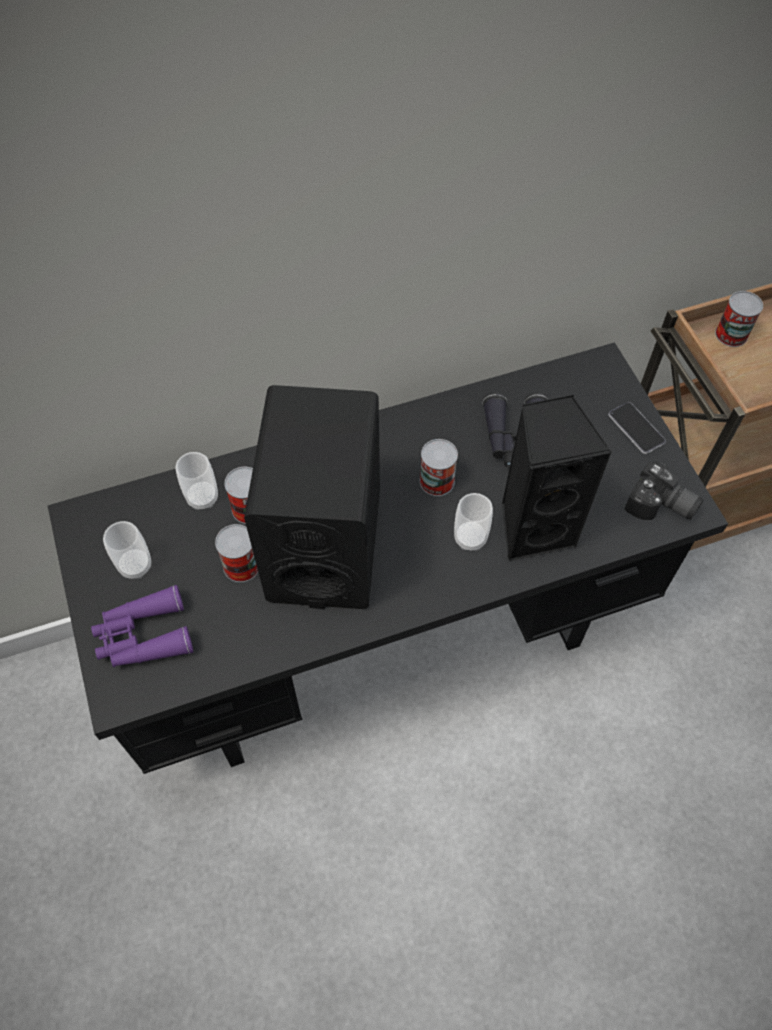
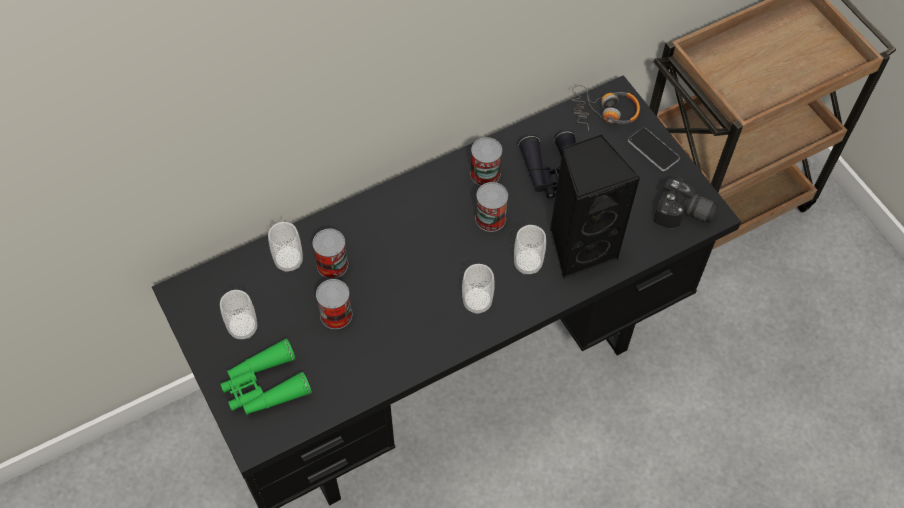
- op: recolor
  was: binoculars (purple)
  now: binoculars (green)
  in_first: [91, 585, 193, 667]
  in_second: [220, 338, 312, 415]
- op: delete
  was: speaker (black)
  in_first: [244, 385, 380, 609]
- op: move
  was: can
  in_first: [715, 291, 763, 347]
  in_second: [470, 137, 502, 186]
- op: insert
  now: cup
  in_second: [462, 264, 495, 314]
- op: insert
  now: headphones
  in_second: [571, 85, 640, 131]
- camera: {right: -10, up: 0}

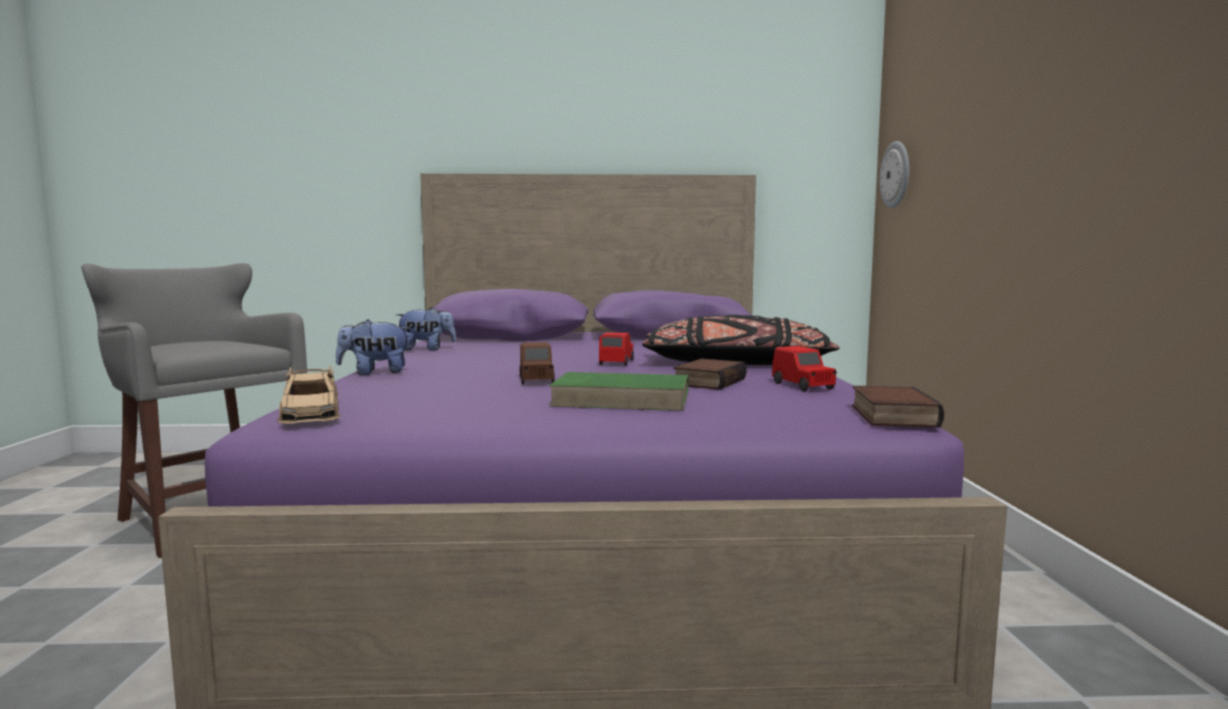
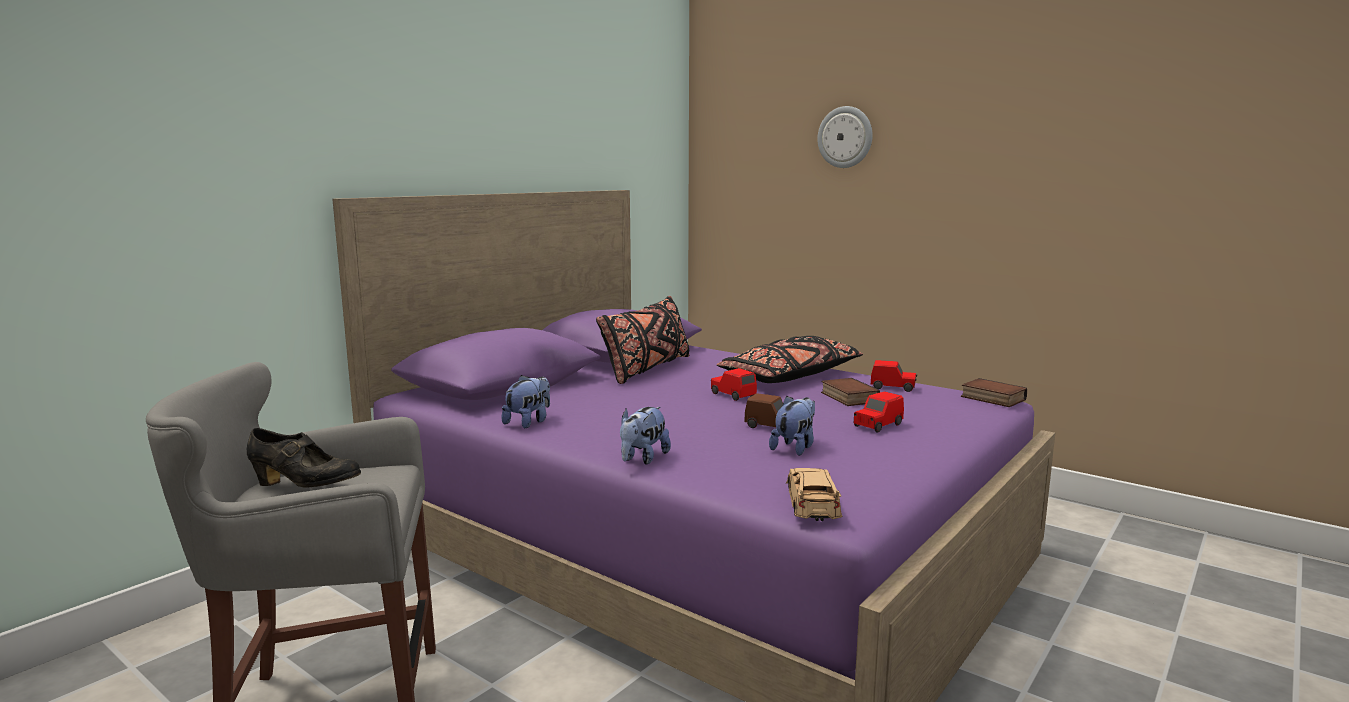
- op: rotate
  was: toy car (beige)
  in_first: [277, 365, 341, 424]
  in_second: [786, 468, 842, 521]
  clockwise: -105
- op: replace
  was: book (green)
  now: toy car (red)
  in_first: [549, 372, 688, 411]
  in_second: [854, 392, 904, 433]
- op: move
  was: wall clock
  in_first: [879, 141, 909, 208]
  in_second: [817, 106, 873, 168]
- op: insert
  now: shoe (black)
  in_second: [247, 428, 361, 487]
- op: insert
  now: pillow (black)
  in_second: [596, 296, 689, 384]
- op: insert
  now: plush toy
  in_second: [769, 396, 815, 456]
- camera: {right: -50, up: 5}

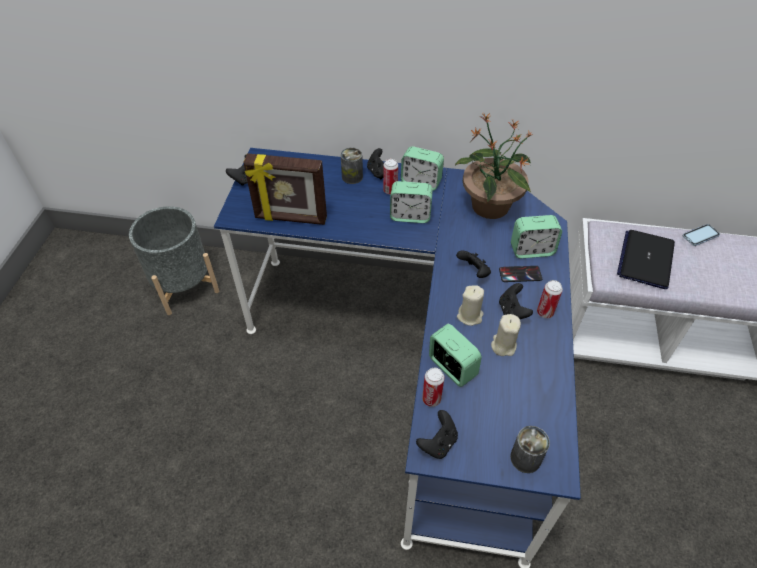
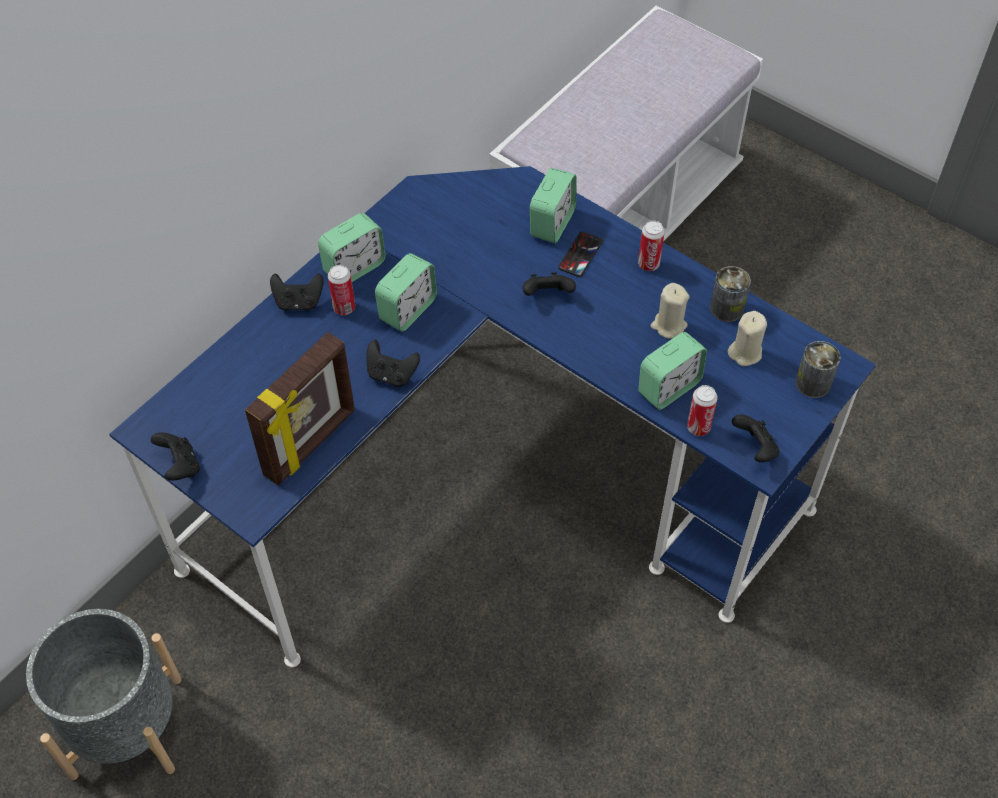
- op: move
  was: can
  in_first: [341, 148, 363, 184]
  in_second: [710, 266, 751, 322]
- op: rotate
  was: alarm clock
  in_first: [429, 324, 482, 387]
  in_second: [638, 332, 707, 410]
  clockwise: 150
- op: delete
  was: potted plant
  in_first: [455, 113, 533, 219]
- op: move
  was: candle (beige)
  in_first: [457, 285, 484, 326]
  in_second: [728, 311, 767, 366]
- op: move
  was: game controller (black)
  in_first: [499, 283, 533, 319]
  in_second: [366, 340, 420, 387]
- op: delete
  was: laptop
  in_first: [617, 230, 675, 289]
- op: delete
  was: phone
  in_first: [683, 224, 720, 246]
- camera: {right: -60, up: 5}

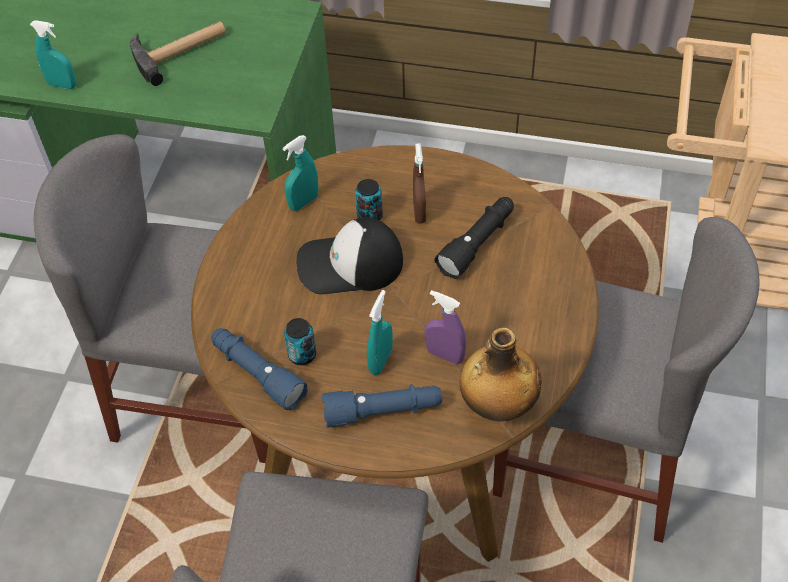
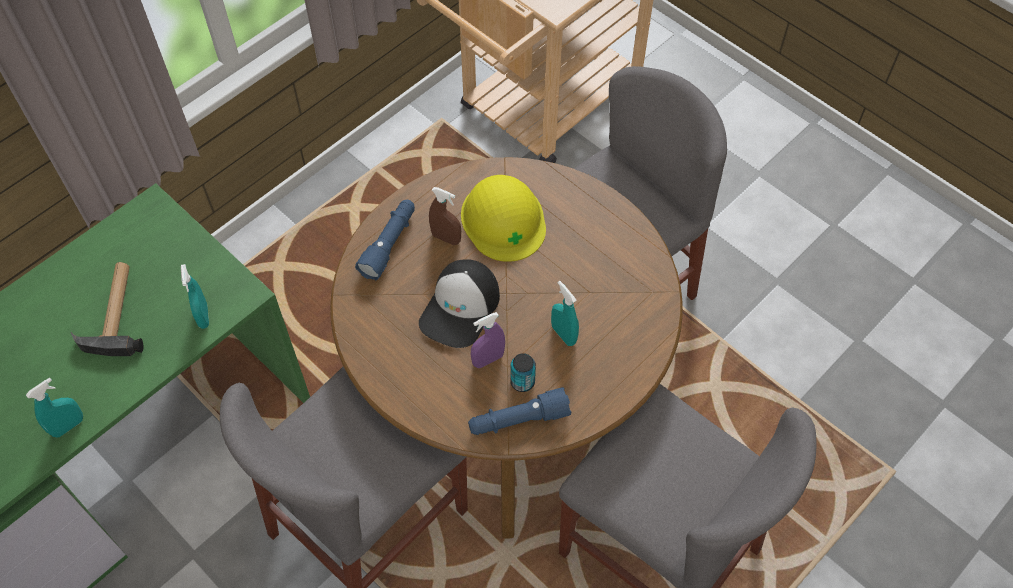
- op: move
  was: spray bottle (turquoise)
  in_first: [283, 135, 318, 211]
  in_second: [181, 264, 209, 329]
- op: move
  was: flashlight (blue)
  in_first: [322, 384, 442, 427]
  in_second: [355, 200, 415, 281]
- op: delete
  was: can
  in_first: [355, 179, 383, 220]
- op: move
  was: spray bottle (purple)
  in_first: [425, 290, 466, 364]
  in_second: [471, 312, 505, 368]
- op: replace
  was: flashlight (black)
  now: hard hat (yellow)
  in_first: [434, 197, 514, 279]
  in_second: [461, 175, 546, 262]
- op: delete
  was: bottle
  in_first: [459, 328, 542, 422]
- camera: {right: -60, up: 5}

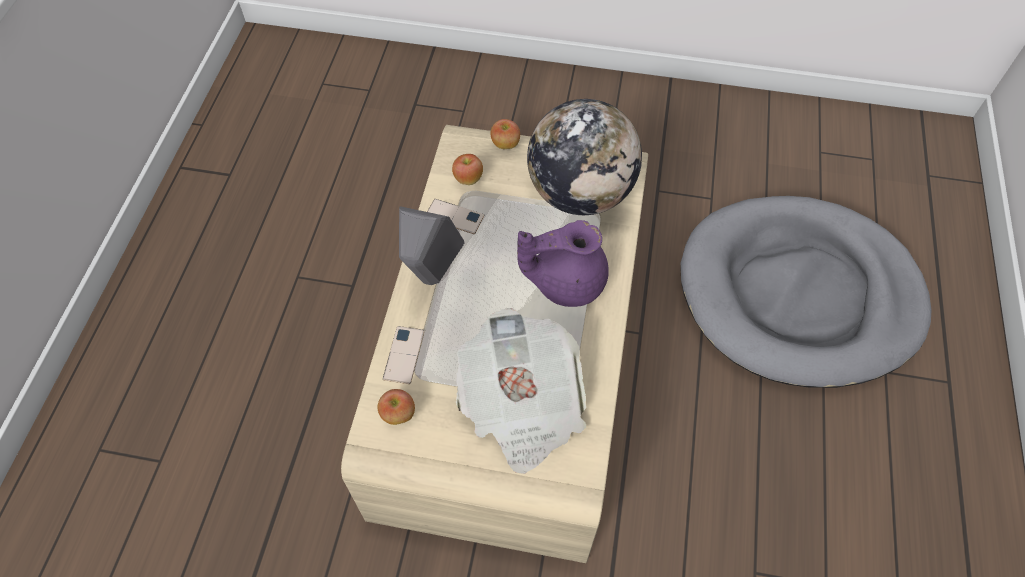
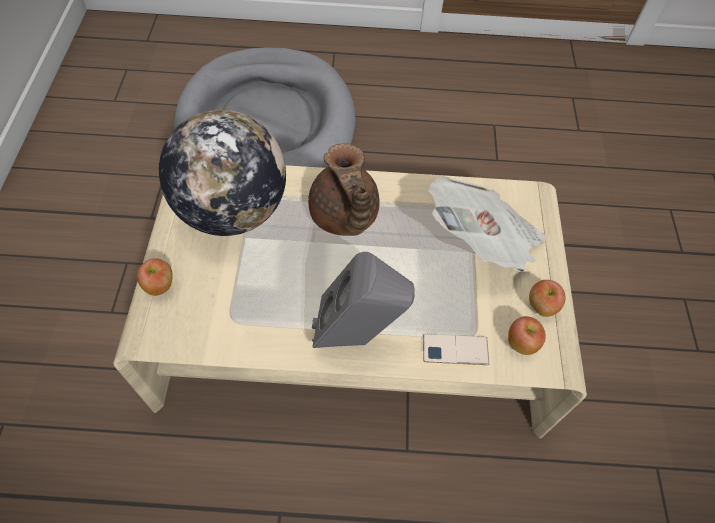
- op: delete
  was: phone
  in_first: [427, 199, 484, 234]
- op: move
  was: apple
  in_first: [452, 154, 483, 185]
  in_second: [529, 280, 565, 317]
- op: recolor
  was: teapot (purple)
  now: teapot (brown)
  in_first: [517, 220, 609, 307]
  in_second: [308, 144, 380, 236]
- camera: {right: -100, up: 0}

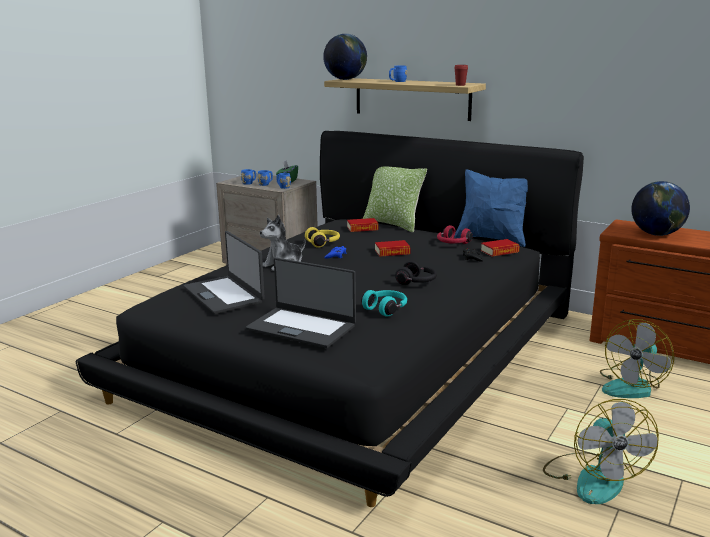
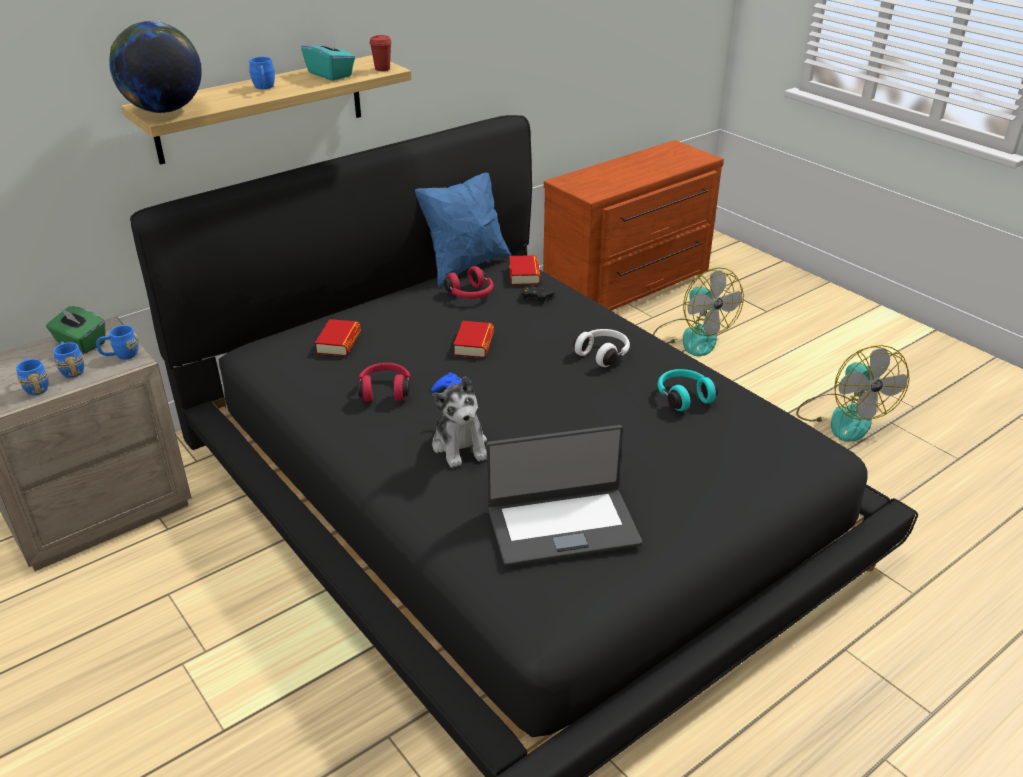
- op: delete
  was: laptop
  in_first: [246, 258, 356, 348]
- op: recolor
  was: headphones (yellow)
  now: headphones (red)
  in_first: [305, 227, 340, 248]
  in_second: [357, 363, 411, 402]
- op: delete
  was: pillow
  in_first: [363, 166, 427, 232]
- op: recolor
  was: headphones (black)
  now: headphones (white)
  in_first: [395, 260, 437, 285]
  in_second: [573, 329, 630, 367]
- op: rotate
  was: fan
  in_first: [543, 399, 659, 504]
  in_second: [796, 345, 909, 442]
  clockwise: 60
- op: delete
  was: globe
  in_first: [631, 181, 690, 236]
- op: insert
  now: tissue box (turquoise)
  in_second: [301, 32, 355, 81]
- camera: {right: -70, up: 15}

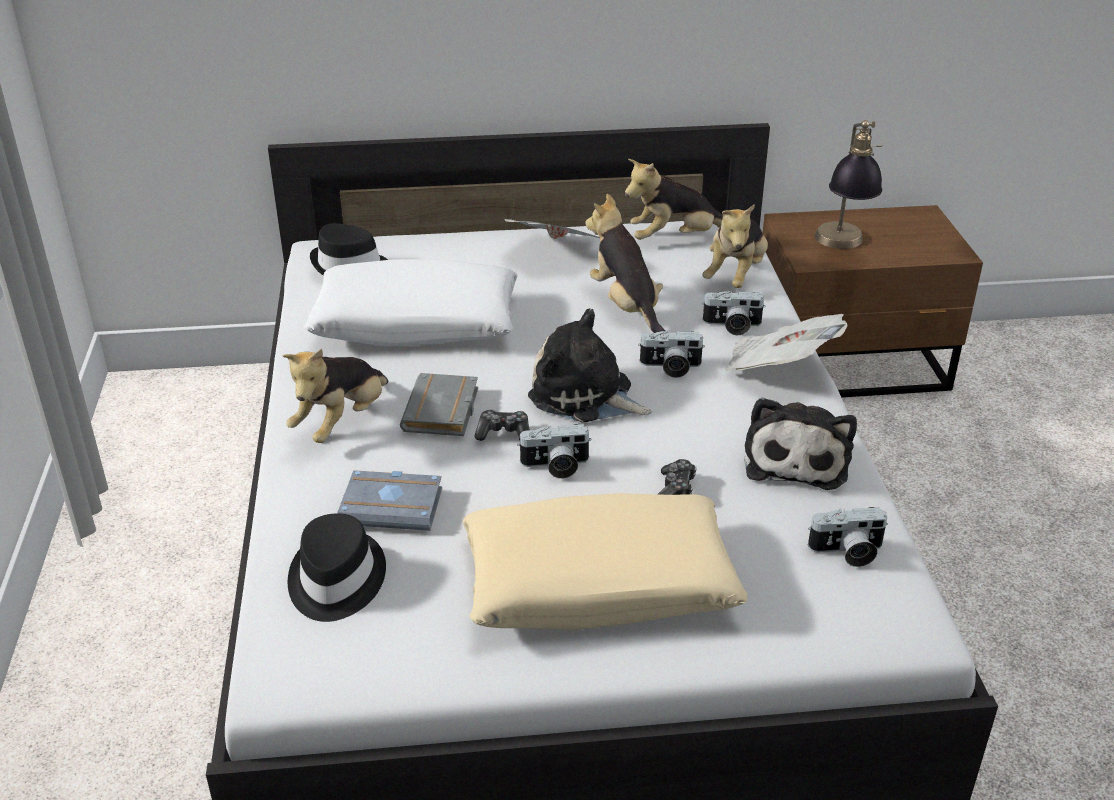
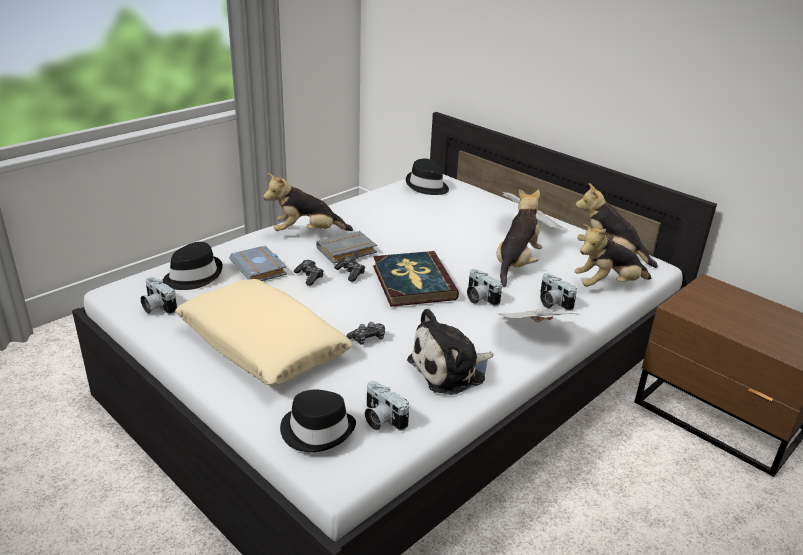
- op: delete
  was: pillow (white)
  in_first: [304, 259, 517, 347]
- op: move
  was: photo camera
  in_first: [517, 424, 592, 478]
  in_second: [141, 277, 177, 314]
- op: replace
  was: plush toy
  now: book
  in_first: [528, 309, 652, 423]
  in_second: [373, 251, 459, 307]
- op: delete
  was: table lamp
  in_first: [815, 120, 882, 249]
- op: insert
  now: hat (black)
  in_second: [280, 390, 356, 452]
- op: insert
  now: game controller
  in_second: [294, 260, 324, 286]
- camera: {right: 50, up: -5}

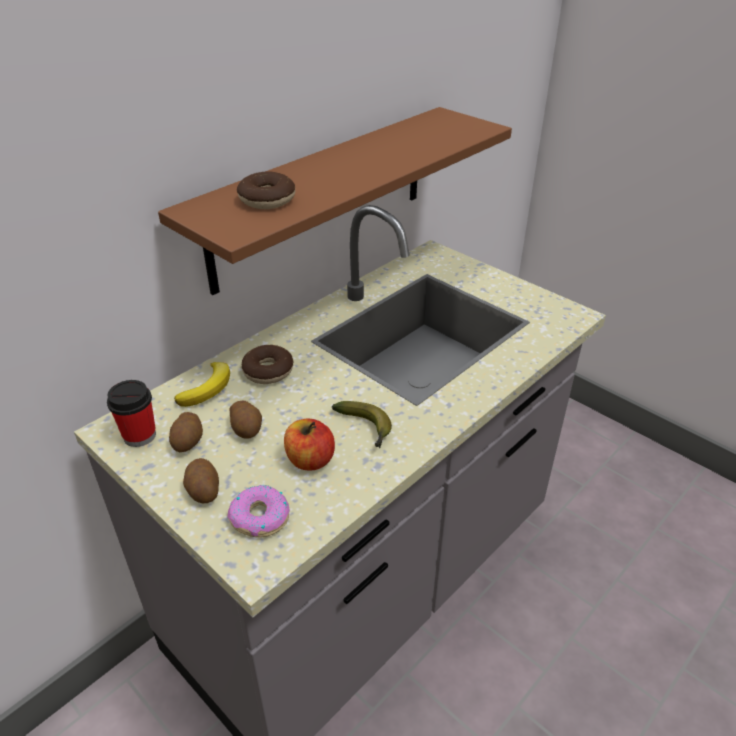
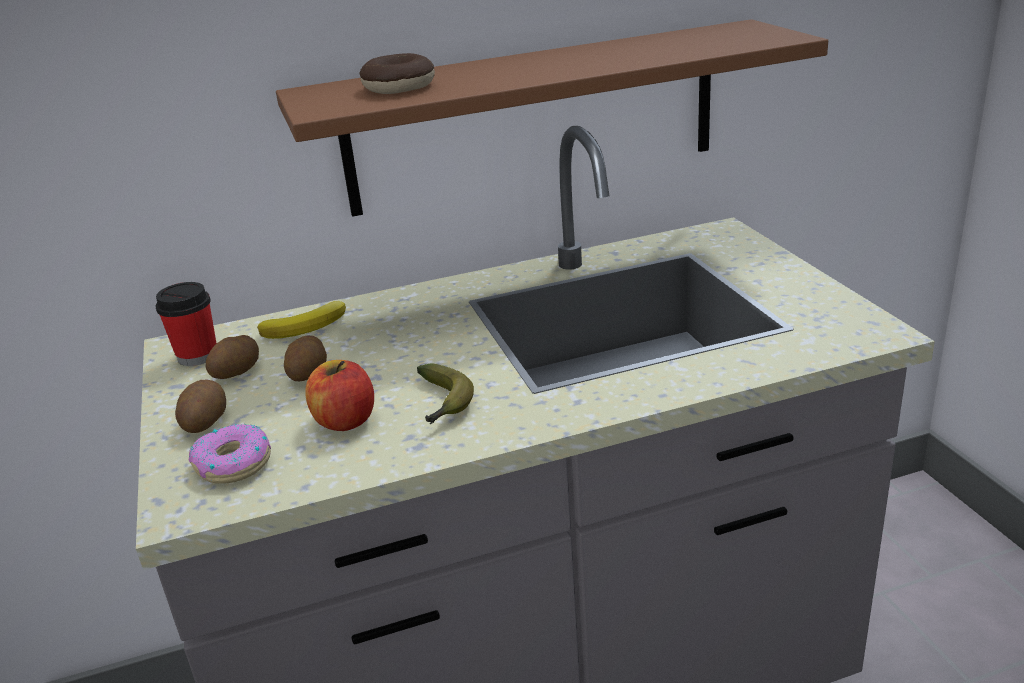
- op: delete
  was: donut
  in_first: [242, 345, 293, 384]
- camera: {right: 30, up: -10}

